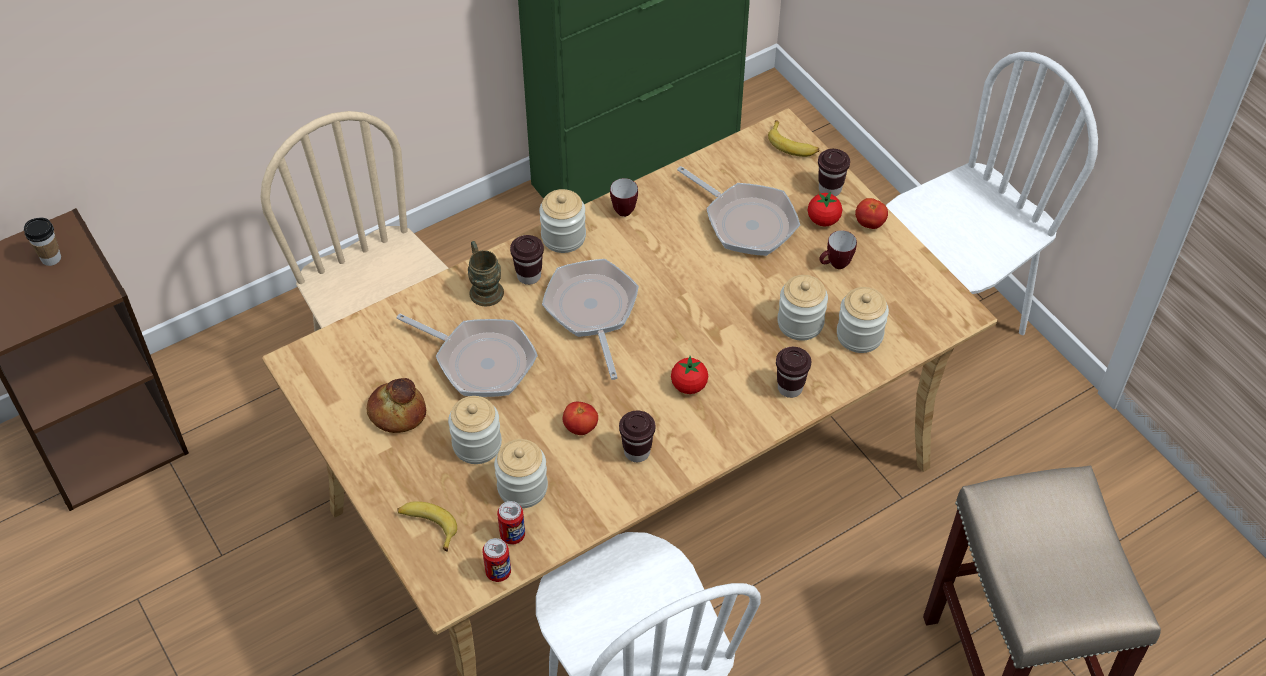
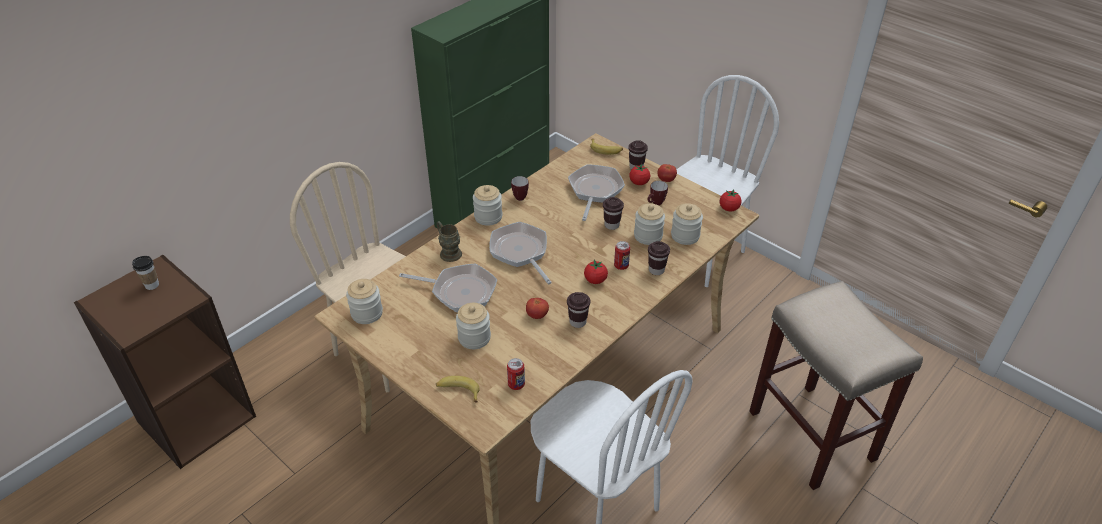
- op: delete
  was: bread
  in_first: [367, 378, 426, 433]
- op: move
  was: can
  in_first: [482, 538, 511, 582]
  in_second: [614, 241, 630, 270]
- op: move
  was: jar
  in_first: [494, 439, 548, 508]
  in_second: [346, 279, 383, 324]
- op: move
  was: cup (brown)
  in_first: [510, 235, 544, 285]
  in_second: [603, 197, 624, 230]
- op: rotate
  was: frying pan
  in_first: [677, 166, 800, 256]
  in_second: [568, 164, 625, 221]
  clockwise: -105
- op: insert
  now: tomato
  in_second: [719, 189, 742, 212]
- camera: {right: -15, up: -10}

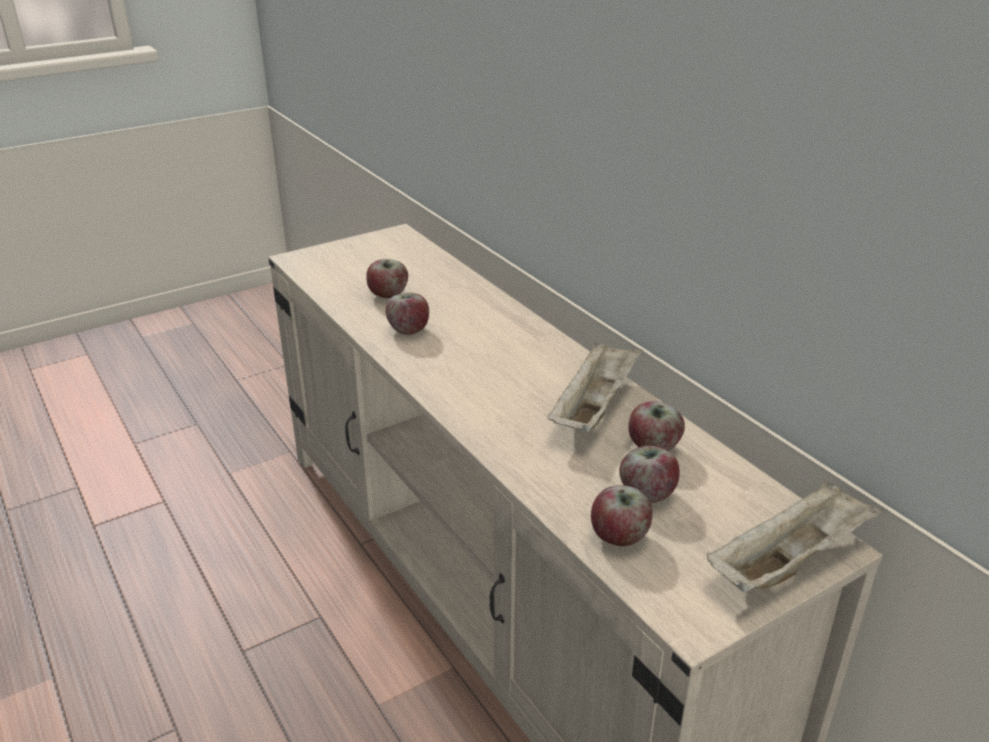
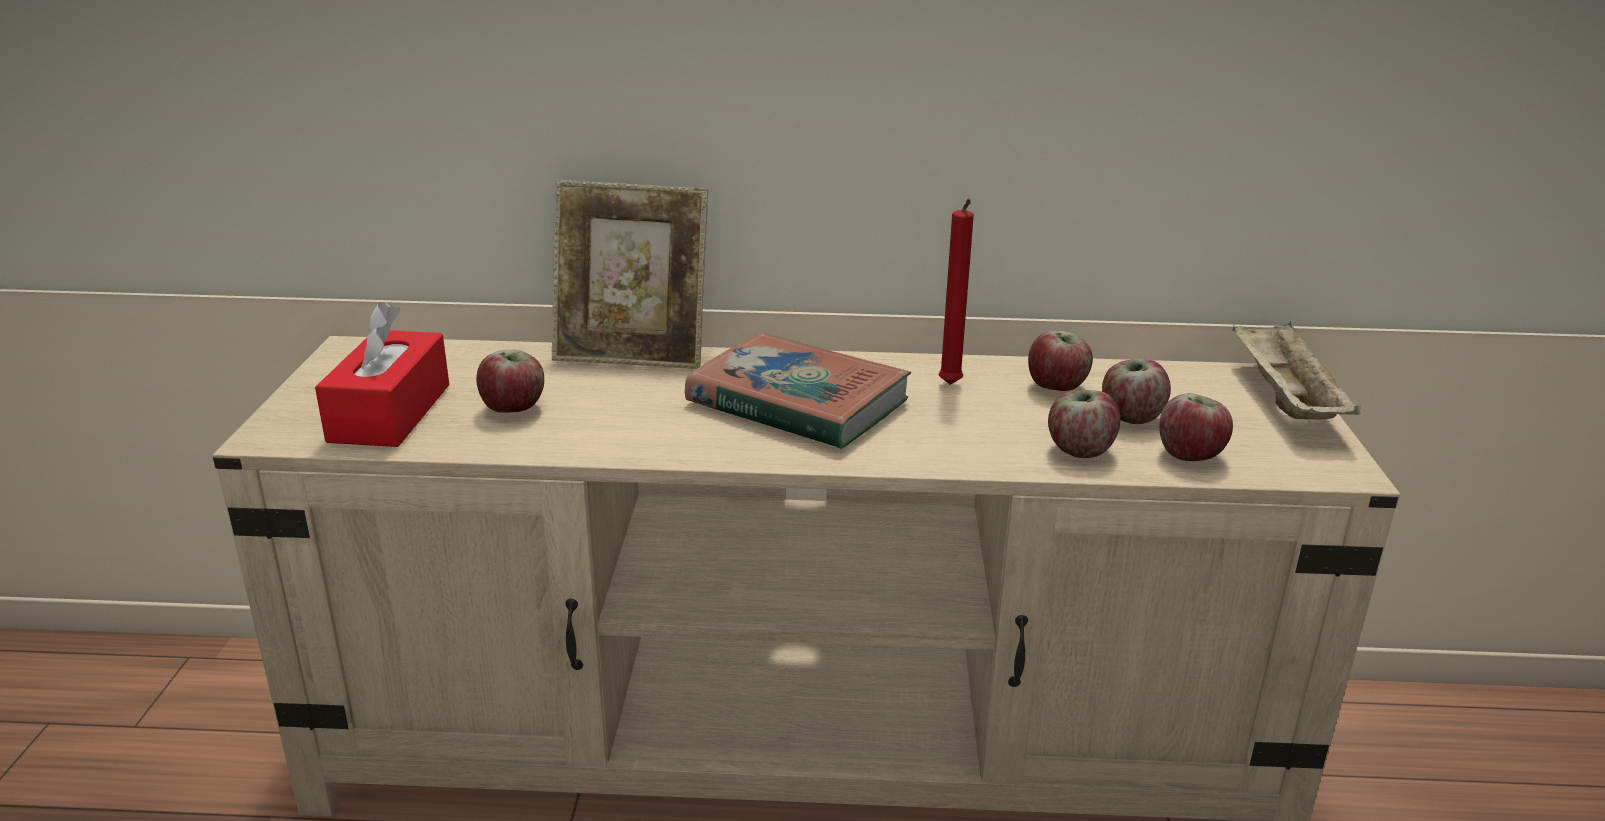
- op: move
  was: apple
  in_first: [385, 293, 429, 335]
  in_second: [1048, 390, 1120, 458]
- op: replace
  was: tray (beige)
  now: candle (red)
  in_first: [547, 341, 643, 432]
  in_second: [938, 199, 974, 385]
- op: insert
  now: tissue box (red)
  in_second: [315, 303, 449, 447]
- op: insert
  now: picture frame
  in_second: [552, 180, 708, 369]
- op: insert
  now: book
  in_second: [685, 333, 911, 450]
- camera: {right: -55, up: -5}

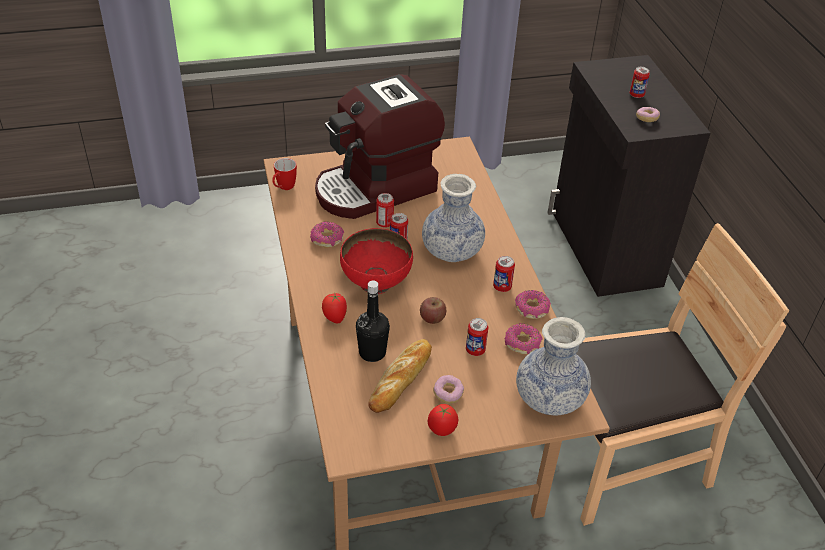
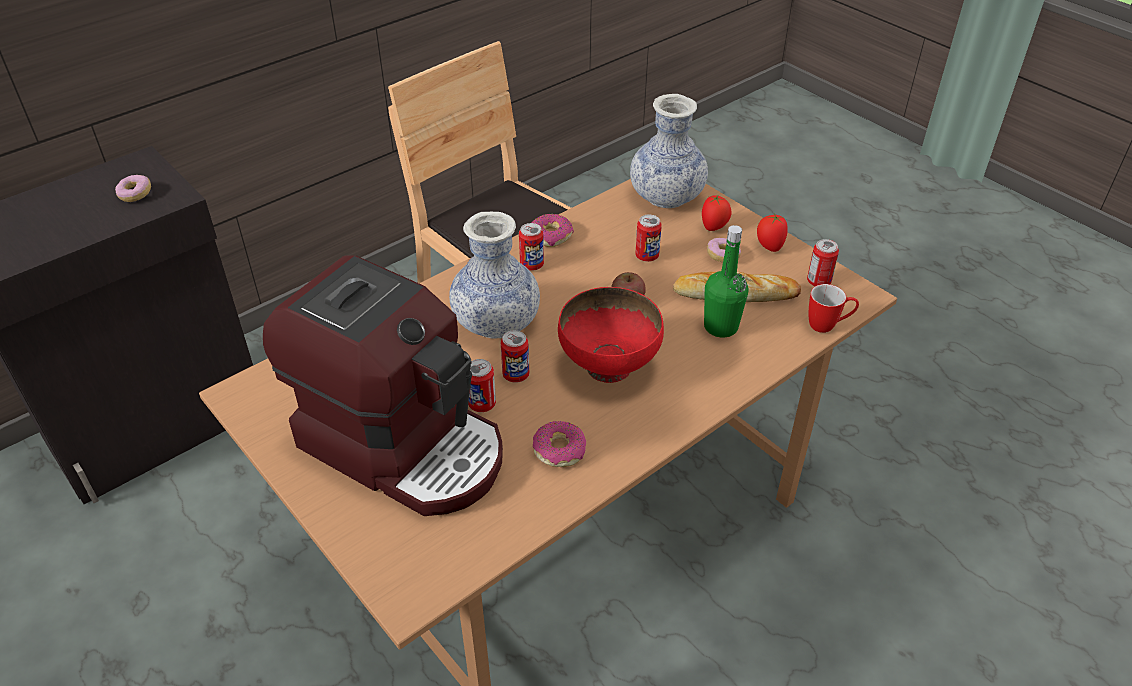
- op: move
  was: mug
  in_first: [272, 158, 297, 190]
  in_second: [809, 284, 859, 333]
- op: move
  was: tomato
  in_first: [322, 293, 347, 323]
  in_second: [702, 194, 731, 231]
- op: recolor
  was: bottle (black)
  now: bottle (green)
  in_first: [356, 281, 390, 362]
  in_second: [704, 225, 749, 338]
- op: delete
  was: donut
  in_first: [505, 323, 542, 354]
- op: move
  was: can
  in_first: [630, 67, 650, 98]
  in_second: [807, 239, 839, 286]
- camera: {right: -115, up: 0}

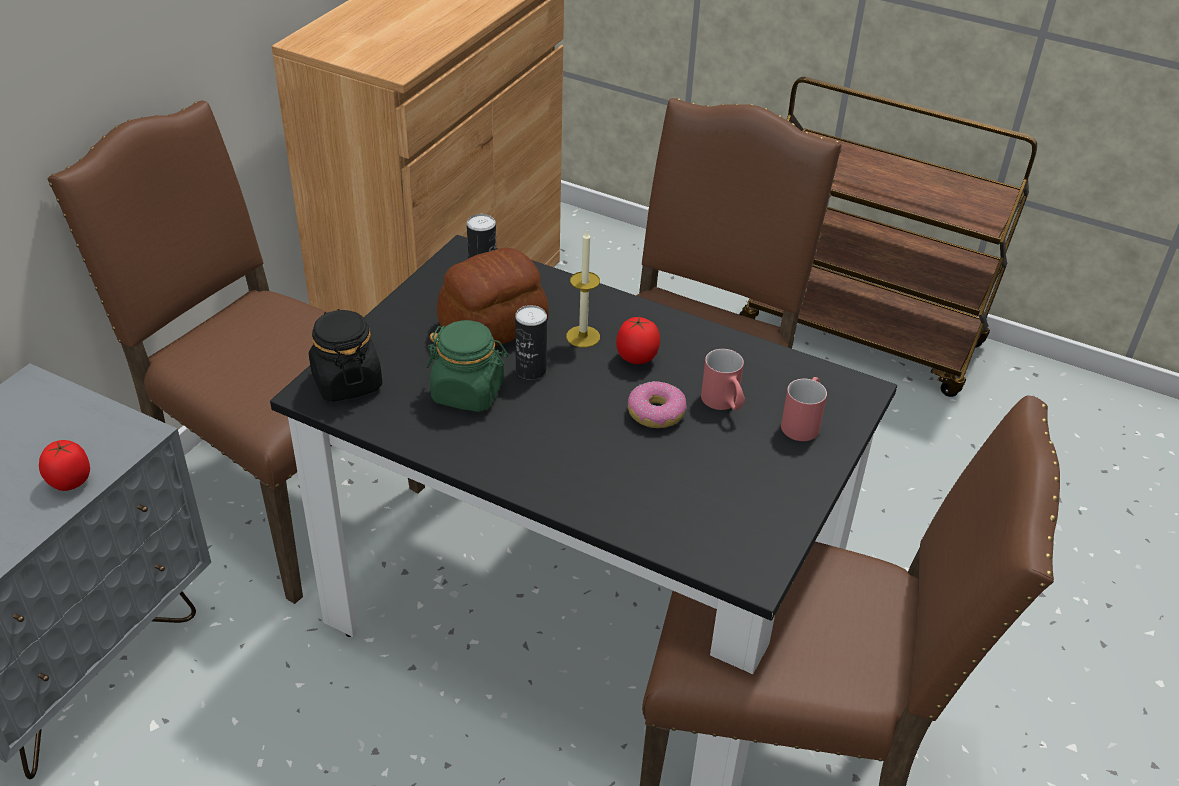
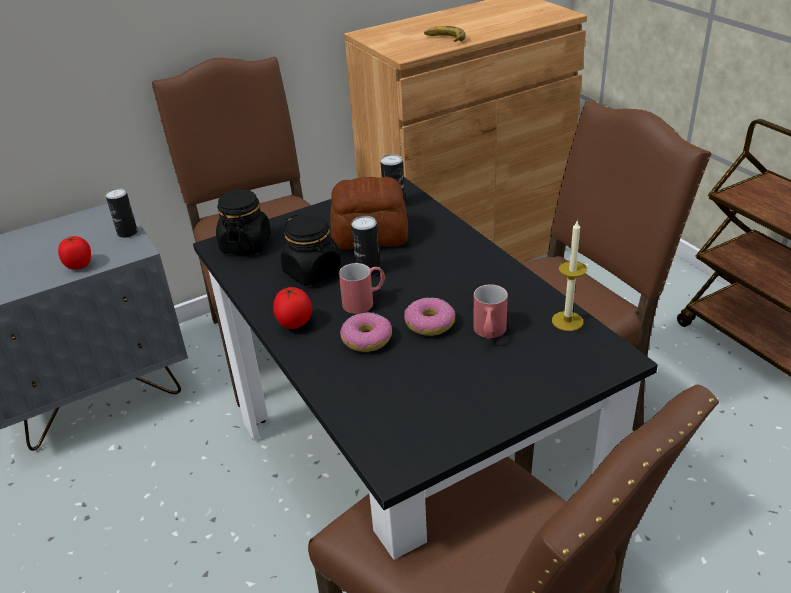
- op: recolor
  was: jar (green)
  now: jar (black)
  in_first: [427, 320, 508, 412]
  in_second: [281, 214, 342, 286]
- op: move
  was: candle
  in_first: [566, 230, 600, 348]
  in_second: [552, 219, 587, 331]
- op: move
  was: tomato
  in_first: [616, 317, 660, 364]
  in_second: [273, 287, 312, 329]
- op: move
  was: mug (red)
  in_first: [781, 377, 827, 441]
  in_second: [339, 263, 385, 314]
- op: insert
  now: can
  in_second: [106, 188, 138, 238]
- op: insert
  now: donut
  in_second: [340, 312, 392, 352]
- op: insert
  now: banana
  in_second: [424, 26, 466, 42]
- camera: {right: 35, up: -5}

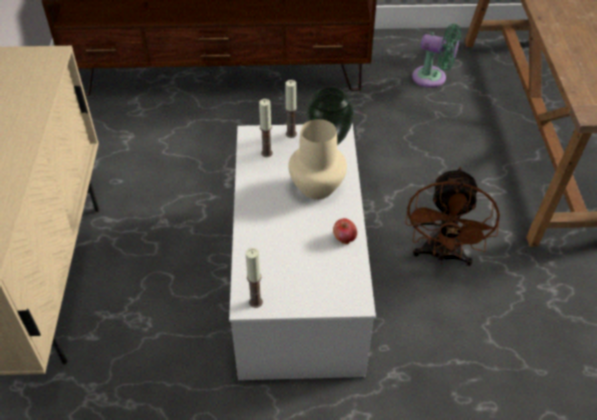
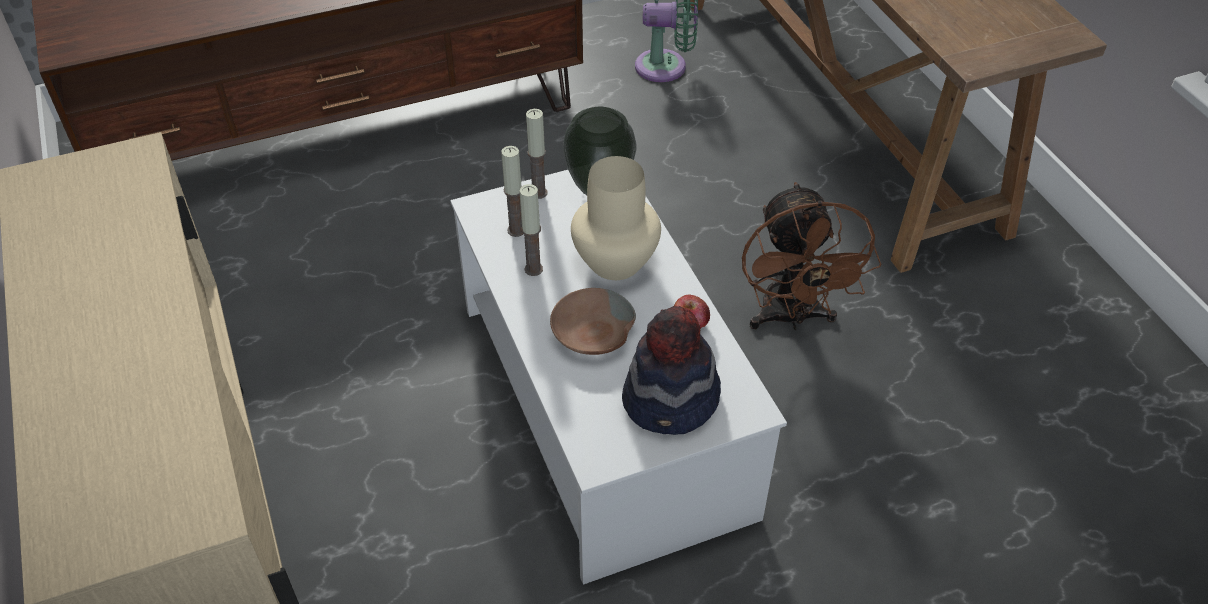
- op: move
  was: candle
  in_first: [245, 248, 263, 308]
  in_second: [519, 184, 543, 276]
- op: insert
  now: bowl (brown)
  in_second: [550, 288, 636, 355]
- op: insert
  now: hat
  in_second: [622, 306, 721, 435]
- camera: {right: -20, up: 0}

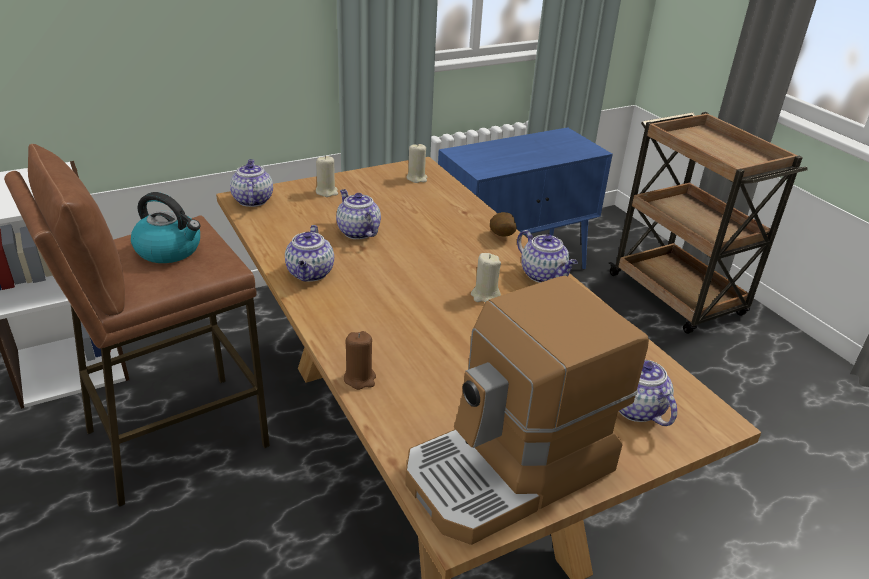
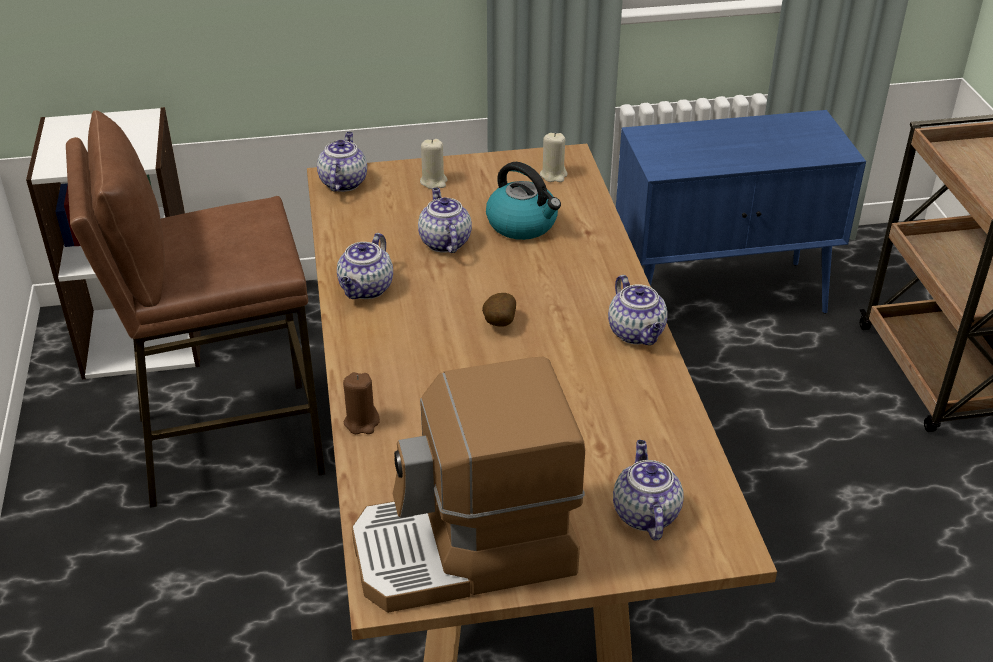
- op: move
  was: kettle
  in_first: [131, 192, 200, 263]
  in_second: [486, 162, 561, 240]
- op: delete
  was: candle (beige)
  in_first: [471, 253, 501, 302]
- op: move
  was: potato
  in_first: [490, 212, 517, 237]
  in_second: [482, 293, 516, 327]
- camera: {right: 20, up: 5}

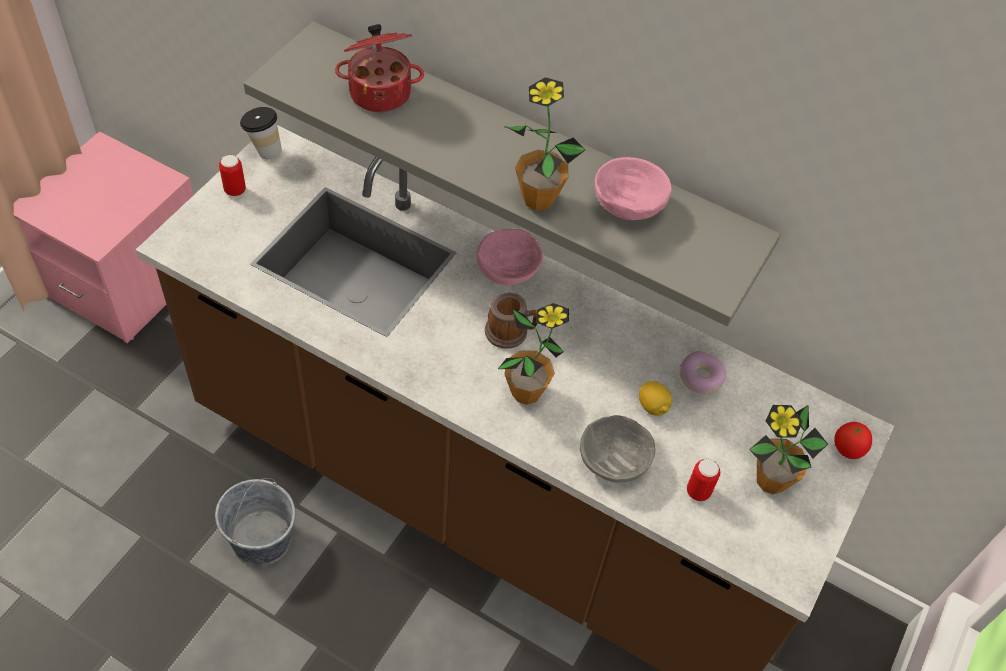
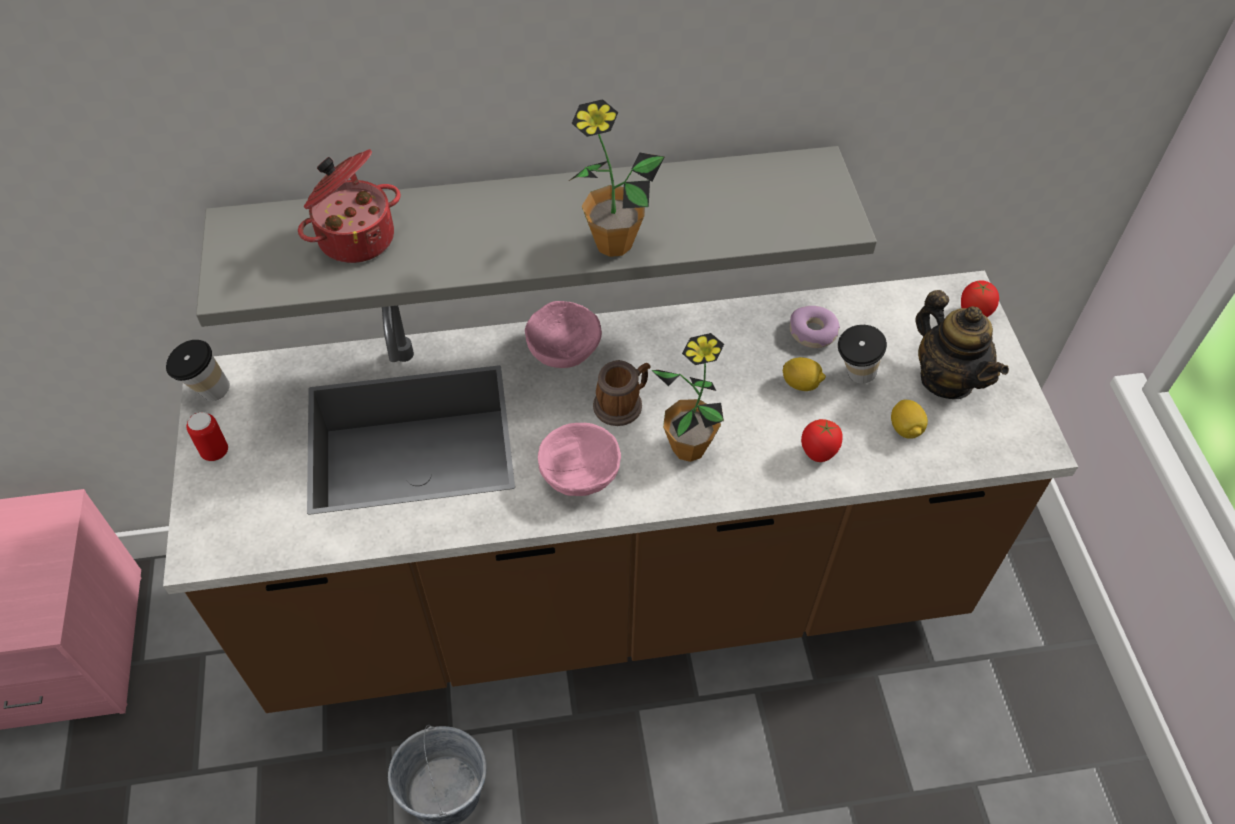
- op: replace
  was: bowl (grey)
  now: tomato
  in_first: [580, 415, 655, 483]
  in_second: [801, 419, 843, 462]
- op: move
  was: bowl (pink)
  in_first: [595, 157, 672, 220]
  in_second: [538, 423, 621, 496]
- op: replace
  was: can
  now: lemon
  in_first: [687, 459, 720, 501]
  in_second: [891, 399, 928, 439]
- op: replace
  was: potted plant
  now: teapot
  in_first: [749, 405, 828, 495]
  in_second: [915, 290, 1009, 399]
- op: insert
  now: cup
  in_second: [838, 325, 887, 384]
- camera: {right: -35, up: 0}

